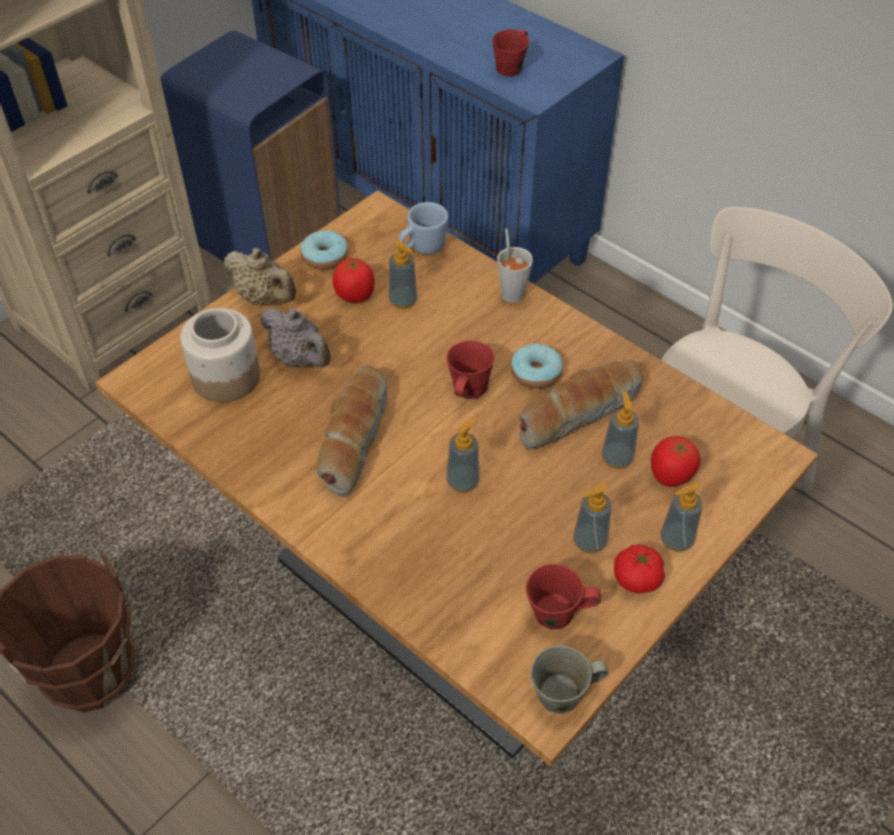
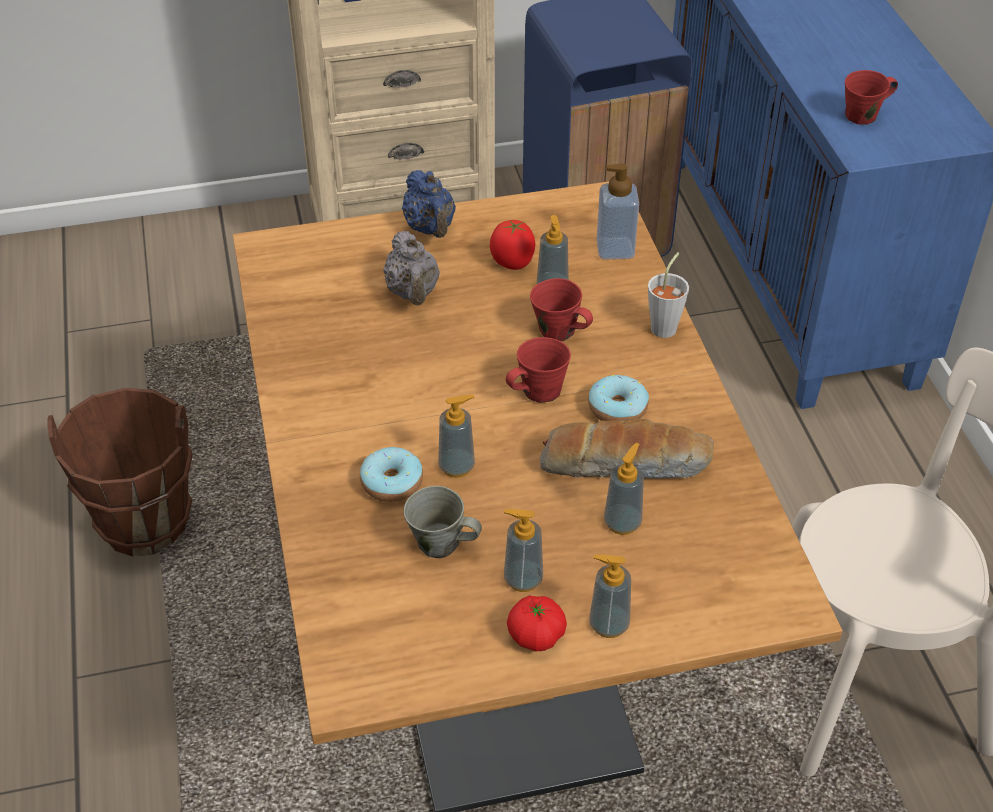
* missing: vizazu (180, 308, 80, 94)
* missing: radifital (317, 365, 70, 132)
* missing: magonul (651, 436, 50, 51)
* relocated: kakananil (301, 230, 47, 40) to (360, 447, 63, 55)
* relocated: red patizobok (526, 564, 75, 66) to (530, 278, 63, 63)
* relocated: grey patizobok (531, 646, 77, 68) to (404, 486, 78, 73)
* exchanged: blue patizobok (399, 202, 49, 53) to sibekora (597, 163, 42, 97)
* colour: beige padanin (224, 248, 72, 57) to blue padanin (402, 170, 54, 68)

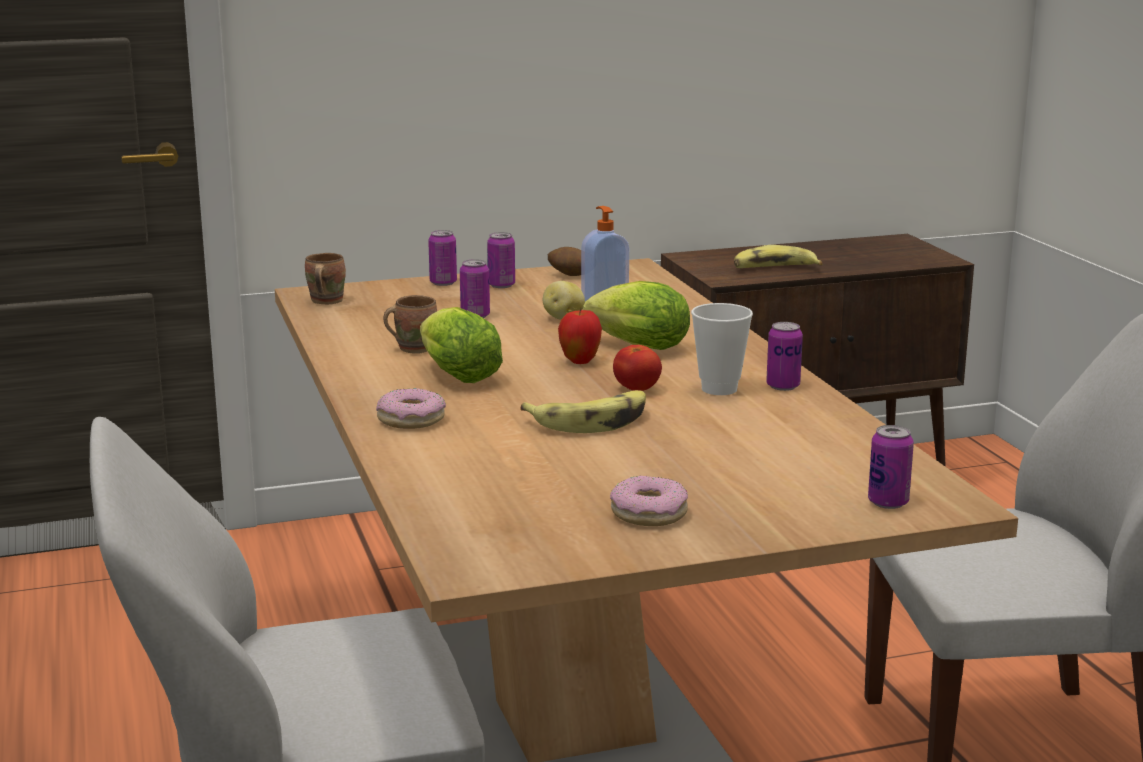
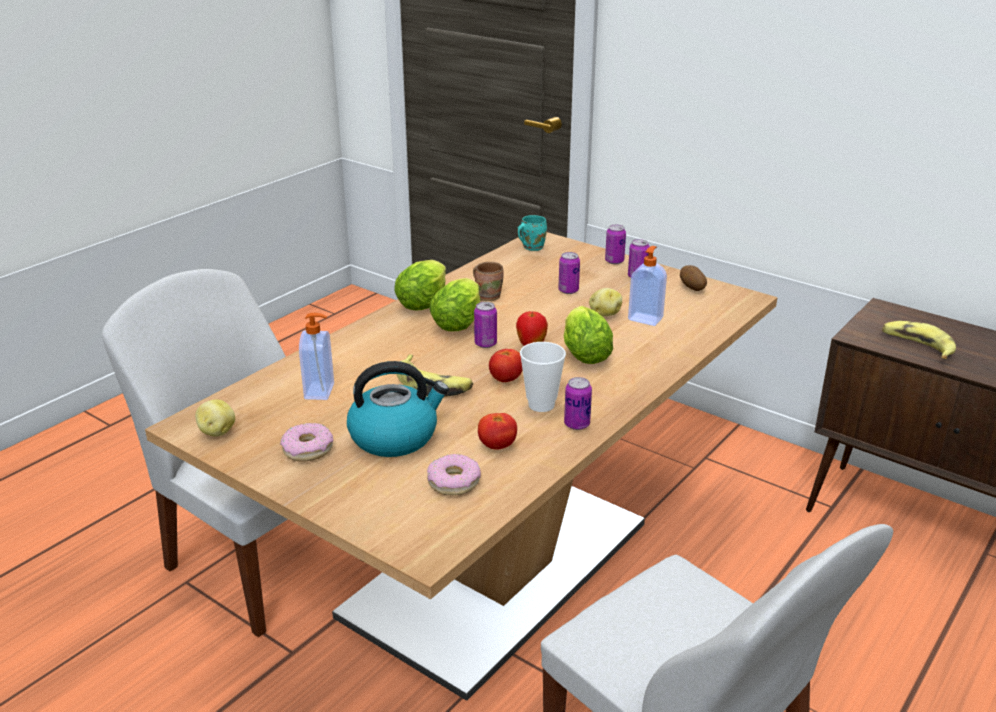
* appeared: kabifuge (195, 399, 40, 38)
* appeared: sibekora (299, 313, 35, 87)
* appeared: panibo (347, 361, 102, 96)
* appeared: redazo (394, 260, 52, 50)
* appeared: magonul (478, 413, 39, 37)
* relocated: kakananil (376, 388, 70, 41) to (427, 454, 54, 41)
* relocated: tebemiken (868, 425, 46, 84) to (474, 302, 23, 46)
* colour: brown patizobok (305, 253, 41, 51) to turquoise patizobok (517, 215, 30, 36)

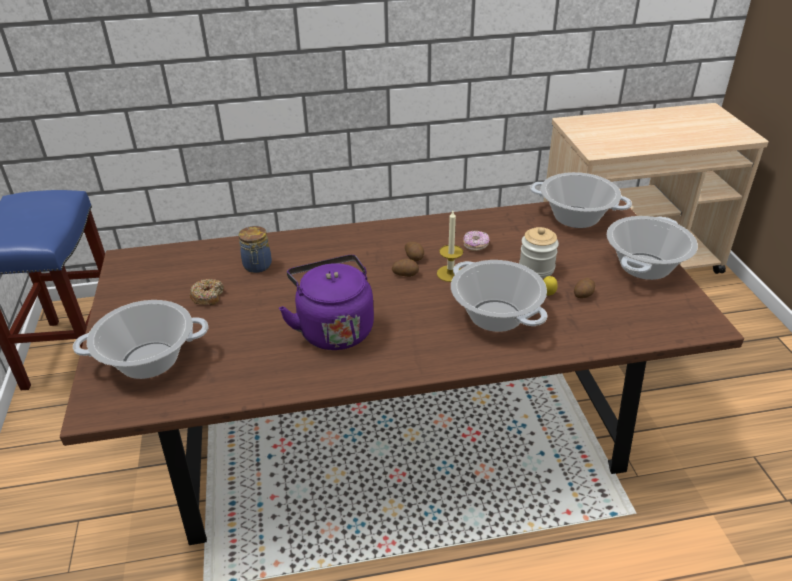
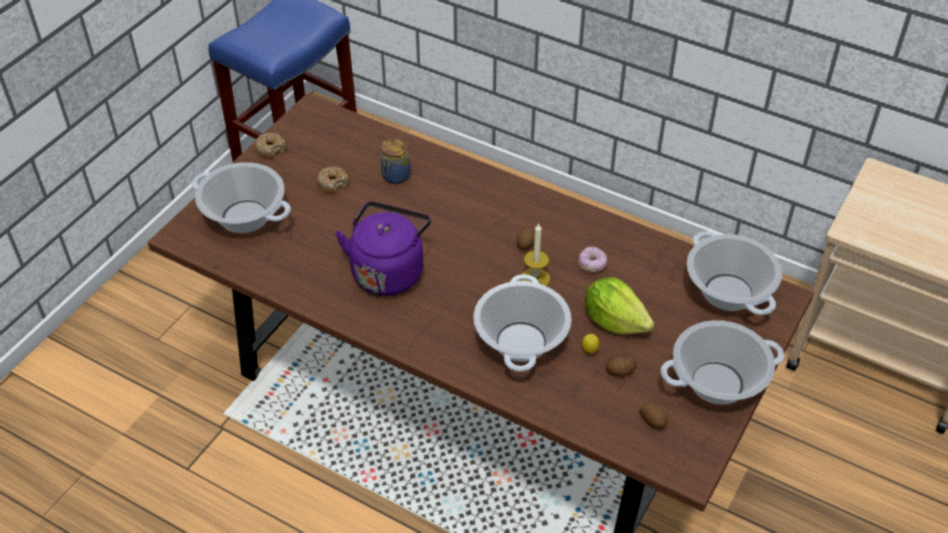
* appeared: kakananil (255, 133, 31, 26)
* relocated: kabifuge (392, 259, 27, 18) to (640, 403, 28, 26)
* exchanged: vizazu (519, 227, 40, 51) to redazo (585, 277, 70, 57)

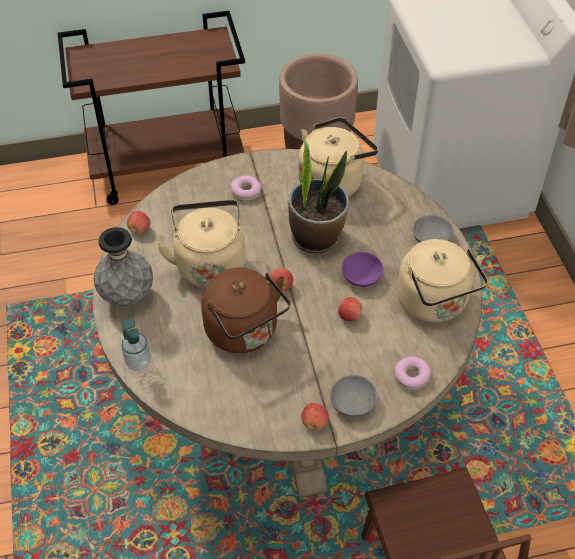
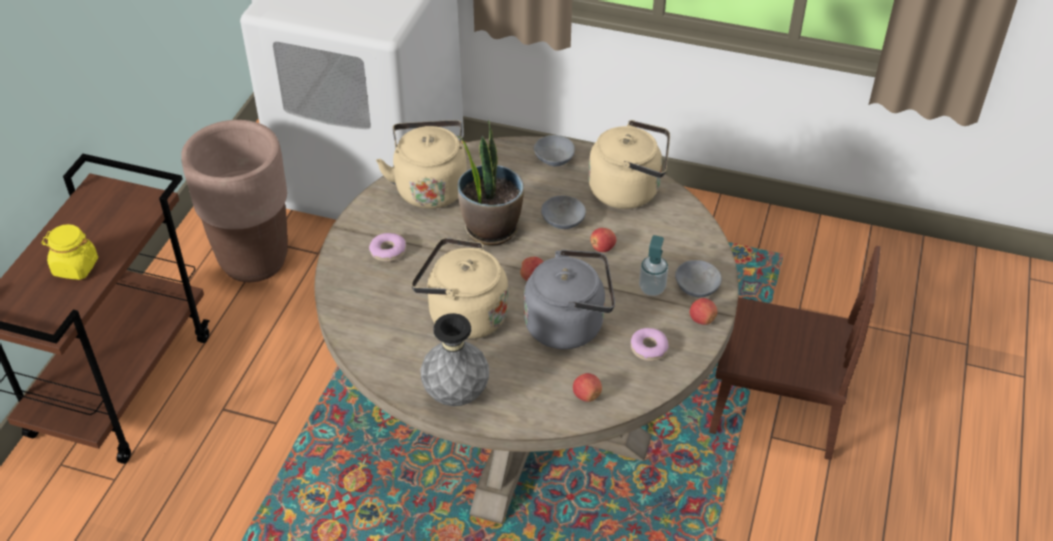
* appeared: yellow vizazu (42, 224, 56, 56)
* relocated: sibekora (121, 317, 30, 54) to (639, 235, 29, 61)
* relocated: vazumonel (127, 211, 23, 23) to (573, 373, 29, 29)
* relocated: kakananil (394, 357, 37, 33) to (631, 328, 37, 33)
* colour: brown panibo (201, 268, 89, 85) to grey panibo (524, 250, 91, 99)
* colour: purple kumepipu (342, 252, 42, 35) to grey kumepipu (541, 195, 45, 34)

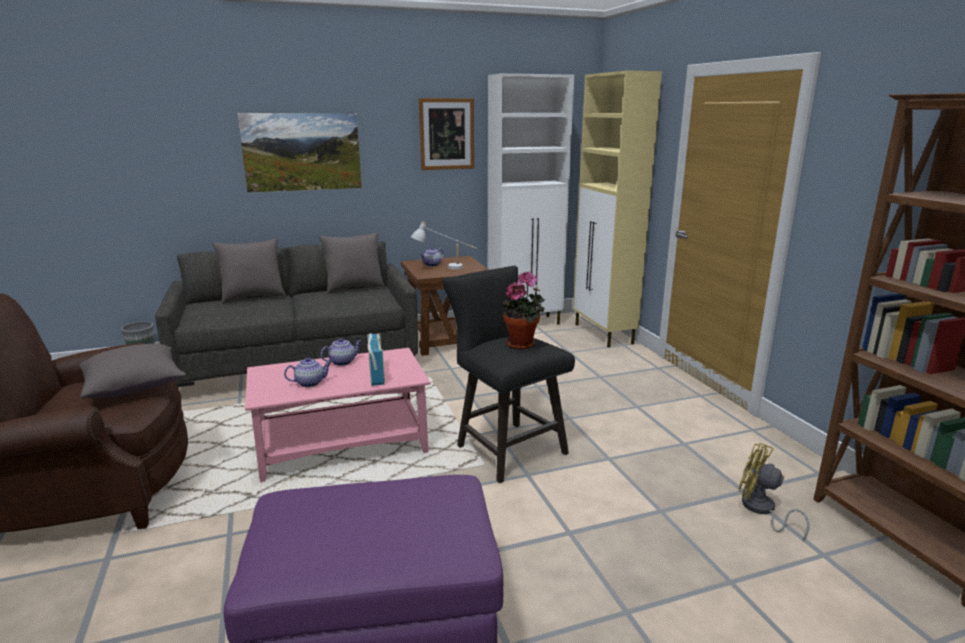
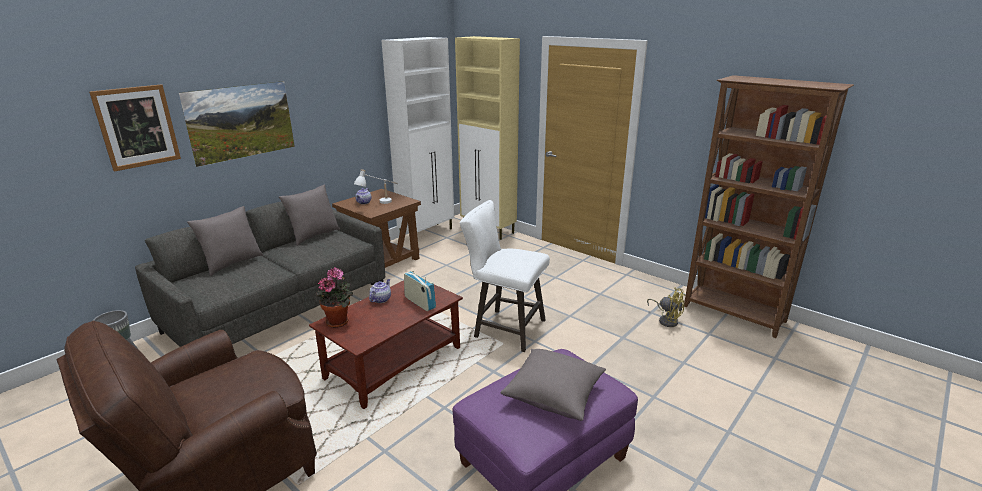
* missing: padanin (284, 357, 48, 30)
* relocated: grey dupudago (79, 344, 107, 55) to (501, 349, 105, 72)
* relocated: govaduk (419, 98, 55, 72) to (89, 84, 92, 88)
* relocated: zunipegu (502, 272, 43, 77) to (316, 268, 37, 60)
* colour: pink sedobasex (245, 348, 185, 134) to brown sedobasex (309, 281, 154, 128)
* colour: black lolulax (442, 266, 133, 217) to white lolulax (460, 200, 90, 152)
* spun: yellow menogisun (739, 443, 71, 97) = (647, 287, 38, 40) 150 degrees counterclockwise

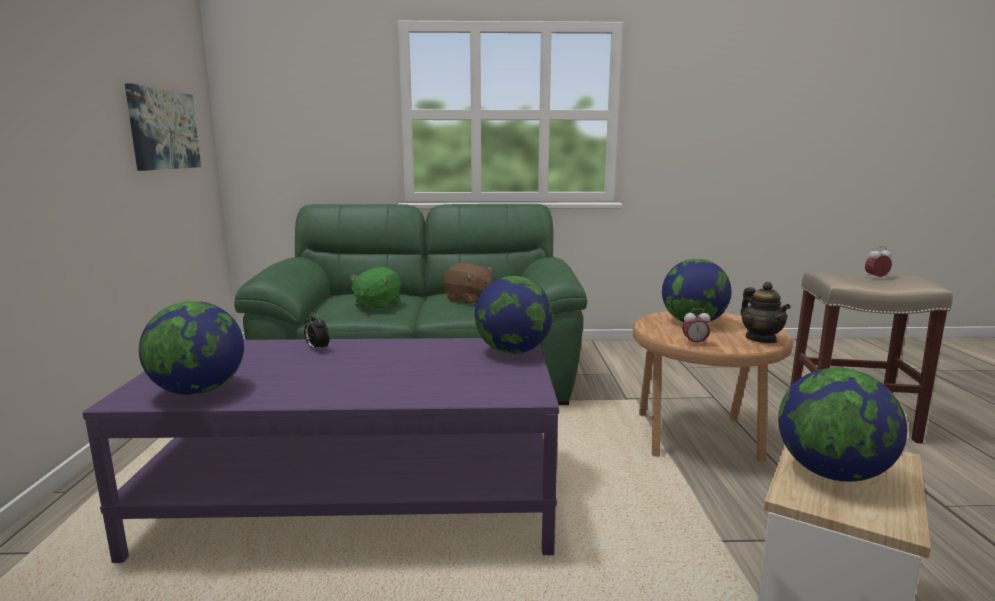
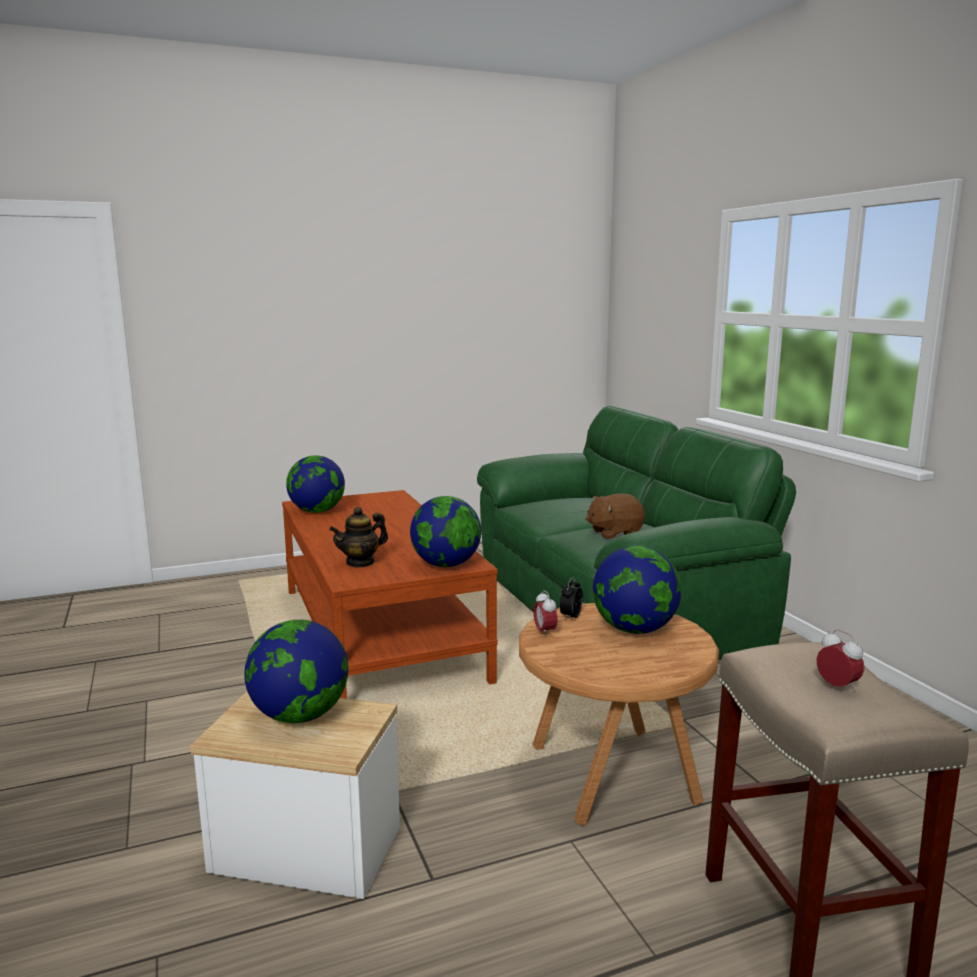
* missing: govaduk (125, 83, 76, 88)
* missing: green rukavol (350, 267, 51, 43)
* relocated: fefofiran (304, 312, 25, 39) to (560, 577, 23, 42)
* relocated: padanin (741, 282, 50, 61) to (329, 507, 59, 61)
* colour: purple sedobasex (82, 338, 477, 225) to brown sedobasex (282, 490, 216, 209)
* spun: brown rukavol (443, 263, 50, 41) = (585, 493, 60, 46) 60 degrees clockwise

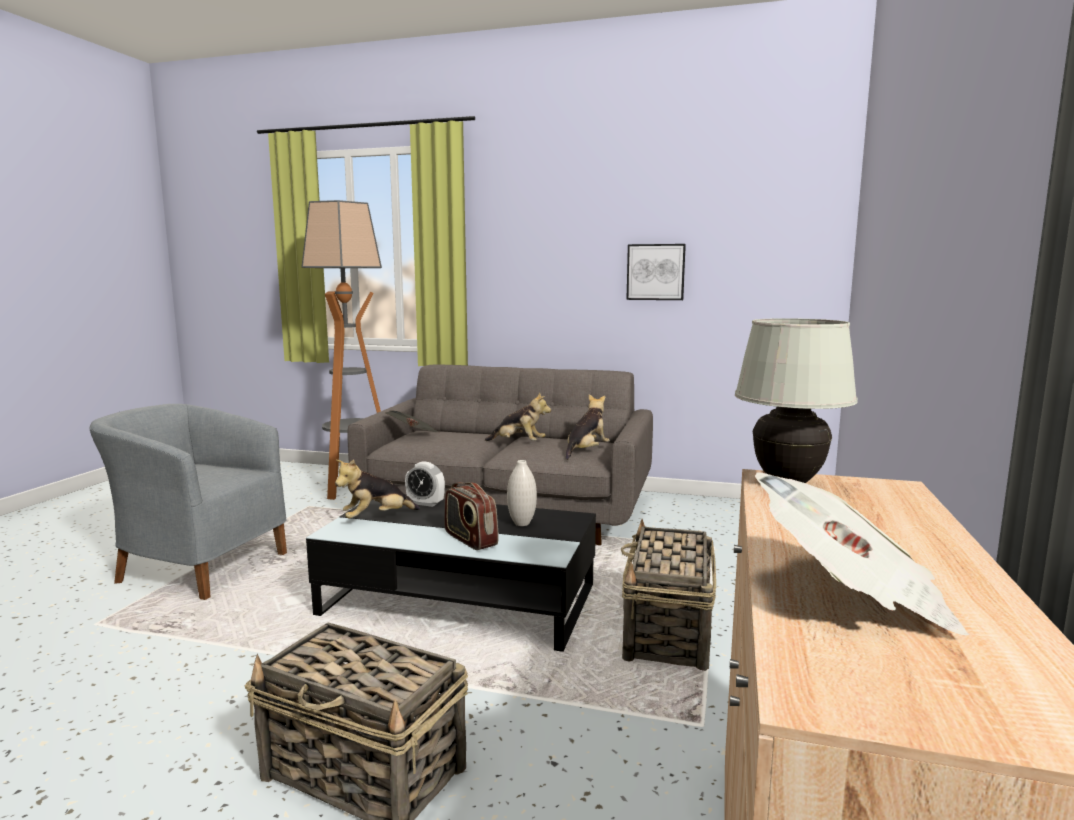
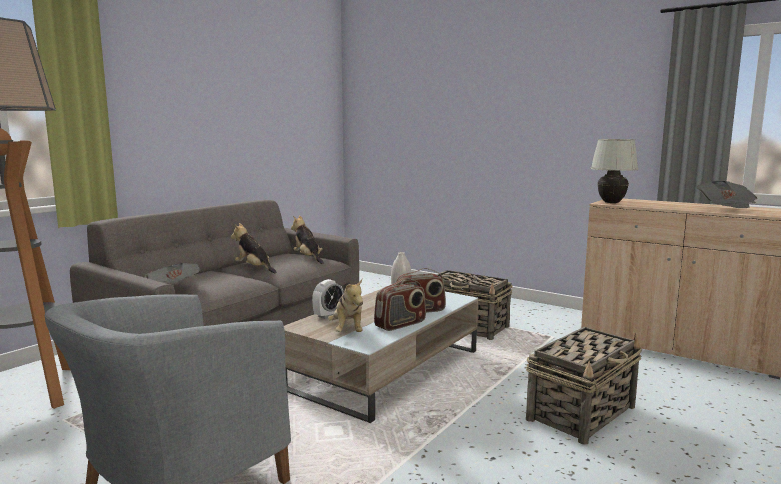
* missing: govaduk (626, 244, 60, 56)
* appeared: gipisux (374, 278, 52, 53)
* colour: black sedobasex (306, 499, 290, 153) to beige sedobasex (284, 288, 194, 135)
* spun: rukavol (485, 392, 66, 49) = (231, 223, 46, 51) 90 degrees counterclockwise

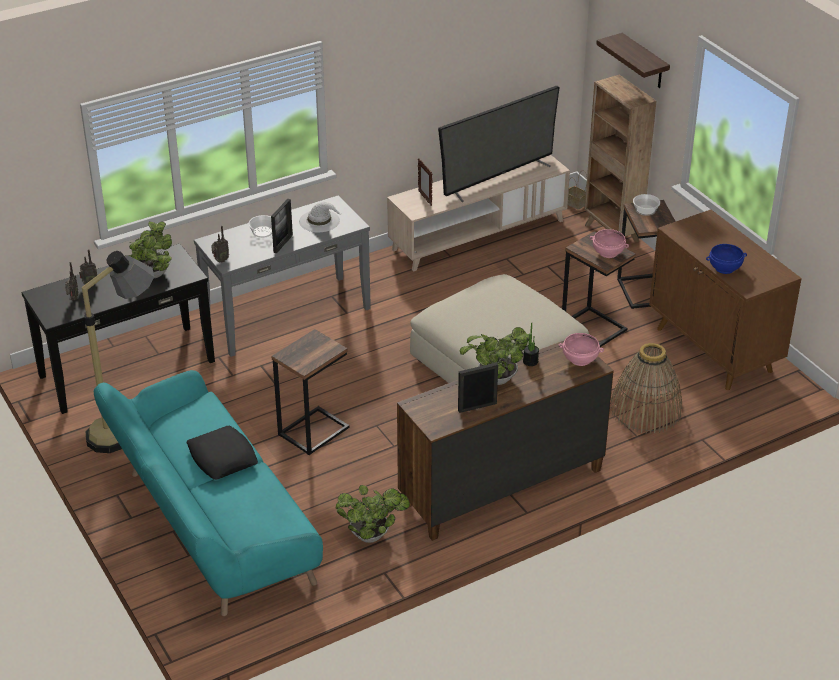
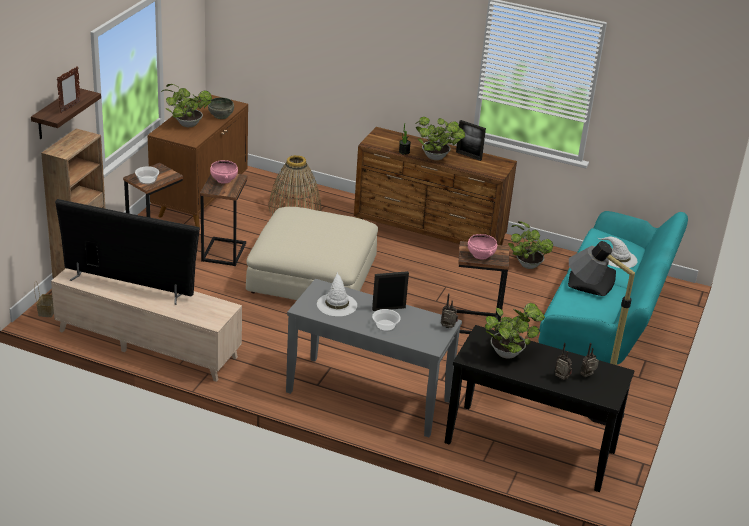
* appeared: zunipegu (160, 84, 52, 43)
* appeared: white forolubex (598, 237, 39, 31)
* relocated: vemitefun (418, 158, 14, 48) to (57, 66, 24, 47)
* relocated: pink kumepipu (558, 333, 46, 33) to (468, 234, 29, 26)
* colour: blue kumepipu (706, 244, 41, 30) to grey kumepipu (208, 97, 26, 22)

